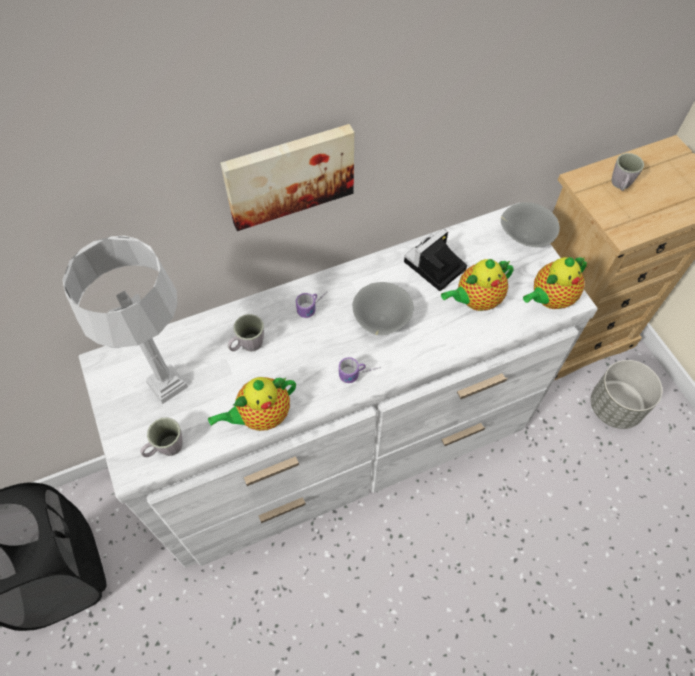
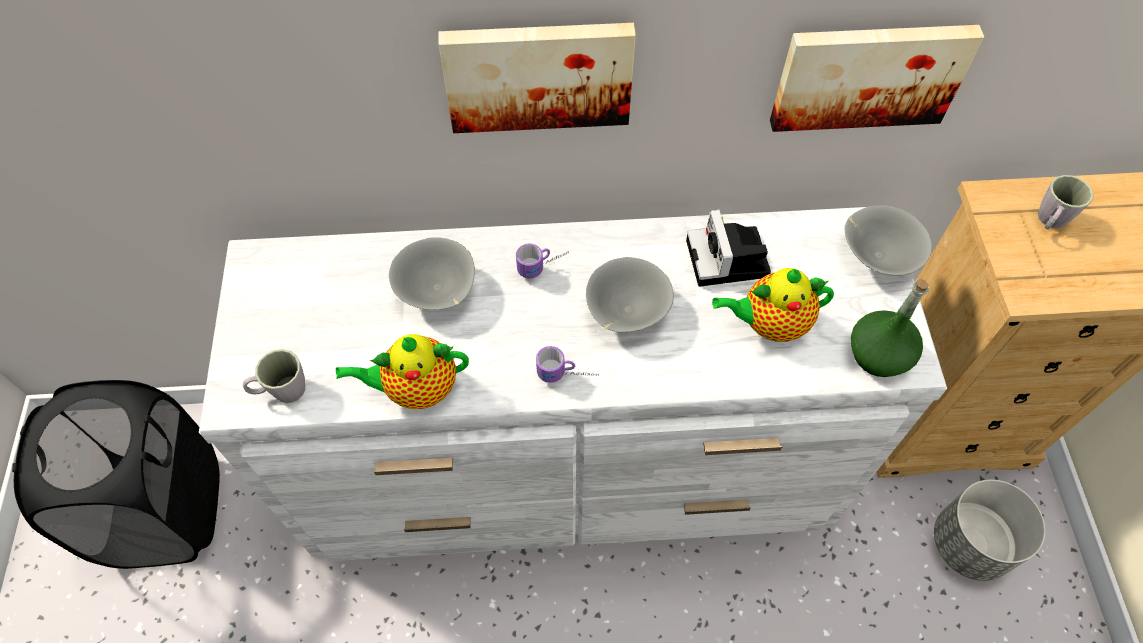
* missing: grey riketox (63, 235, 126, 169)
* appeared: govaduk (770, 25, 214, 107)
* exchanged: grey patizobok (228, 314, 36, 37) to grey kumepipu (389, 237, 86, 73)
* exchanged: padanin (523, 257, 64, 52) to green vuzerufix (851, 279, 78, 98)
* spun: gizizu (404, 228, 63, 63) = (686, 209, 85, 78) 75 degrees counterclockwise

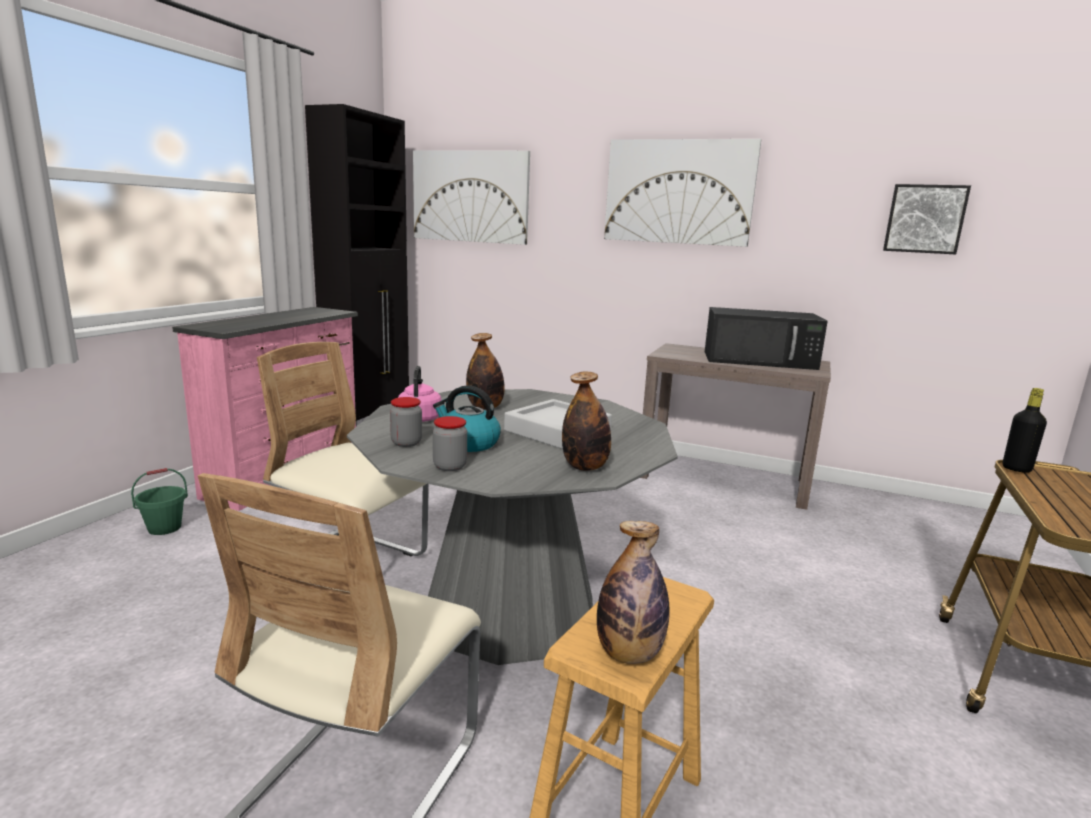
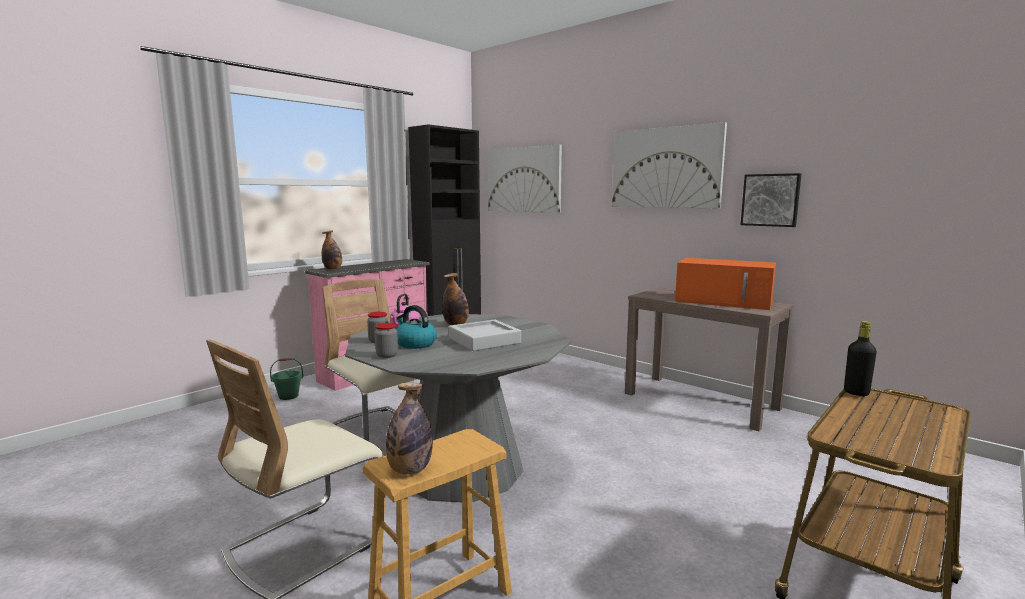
* relocated: vuzerufix (562, 371, 49, 100) to (322, 231, 20, 38)
* relocated: govaduk (883, 184, 88, 70) to (741, 173, 60, 54)
* colour: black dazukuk (705, 307, 123, 63) to orange dazukuk (675, 258, 101, 52)

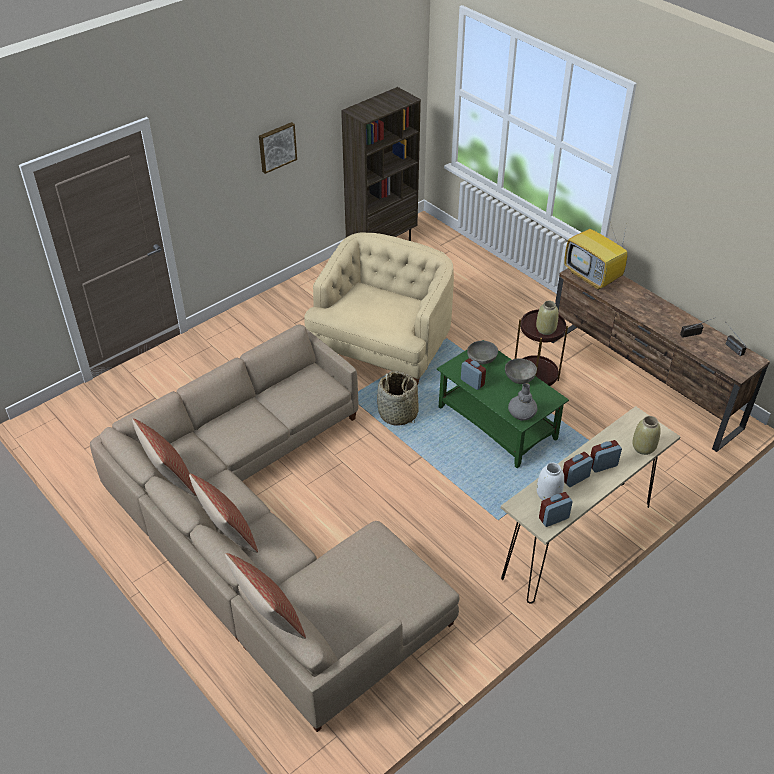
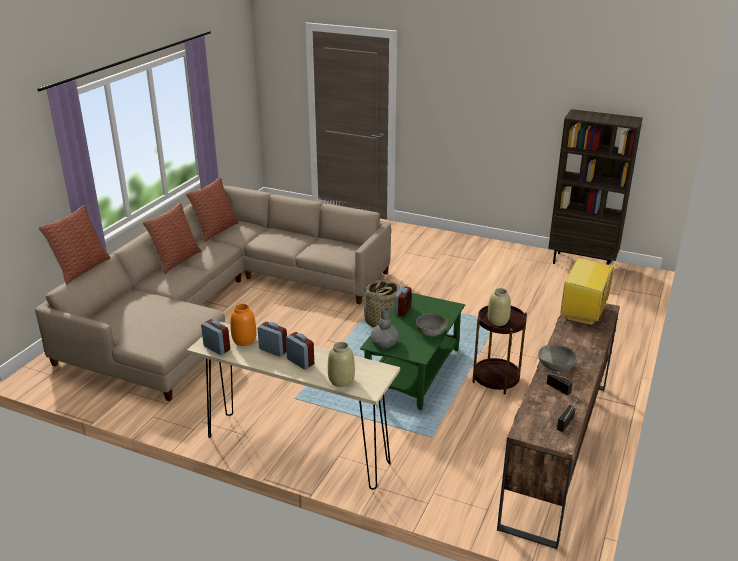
* missing: govaduk (259, 122, 38, 52)
* missing: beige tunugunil (304, 232, 150, 153)
* relocated: grey kumepipu (467, 341, 31, 24) to (538, 345, 40, 27)
* colour: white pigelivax (537, 463, 27, 37) to orange pigelivax (230, 304, 26, 42)

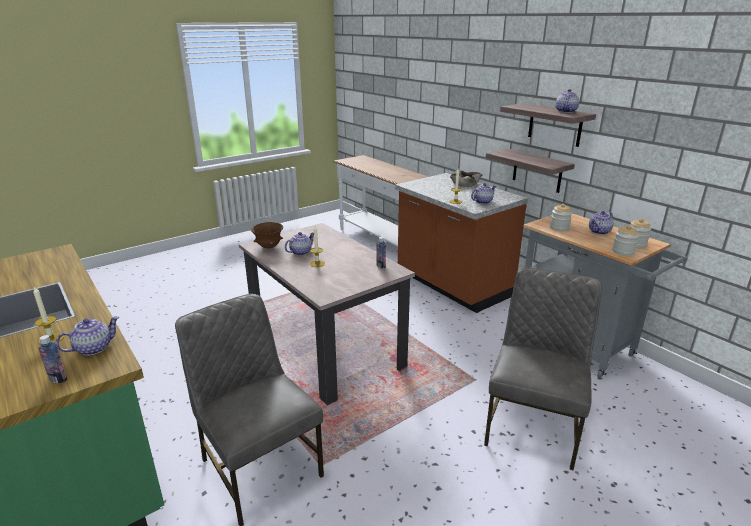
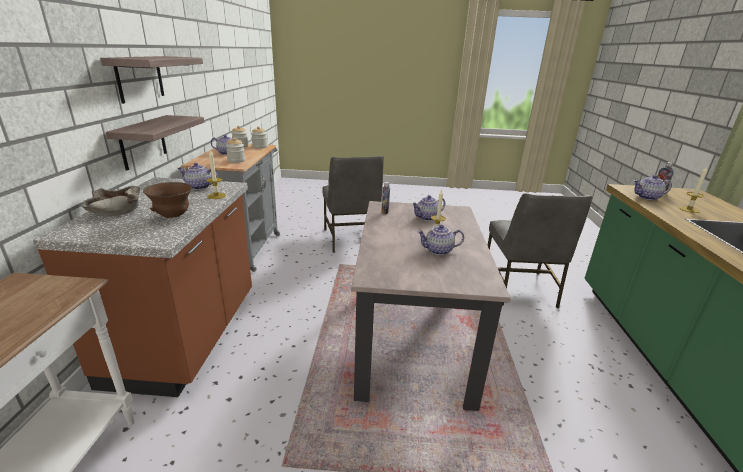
* relocated: brown kumepipu (251, 222, 32, 26) to (143, 182, 49, 36)
* relocated: padanin (556, 89, 23, 24) to (412, 195, 33, 26)
* spun: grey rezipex (484, 268, 118, 202) = (322, 156, 62, 97) 75 degrees counterclockwise

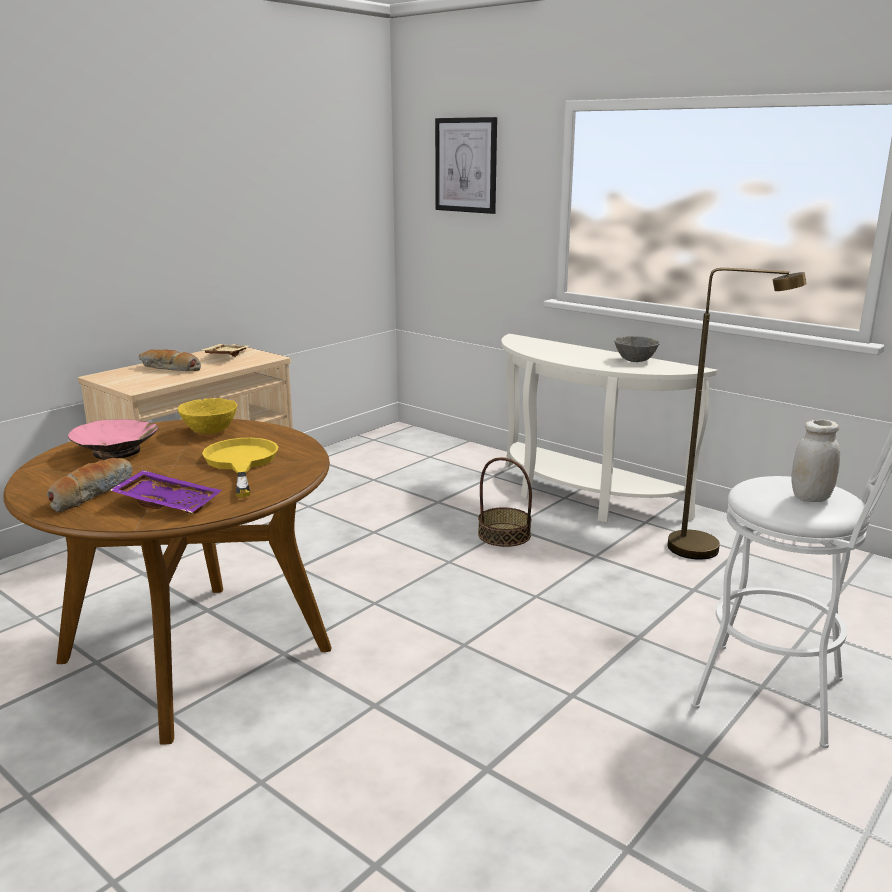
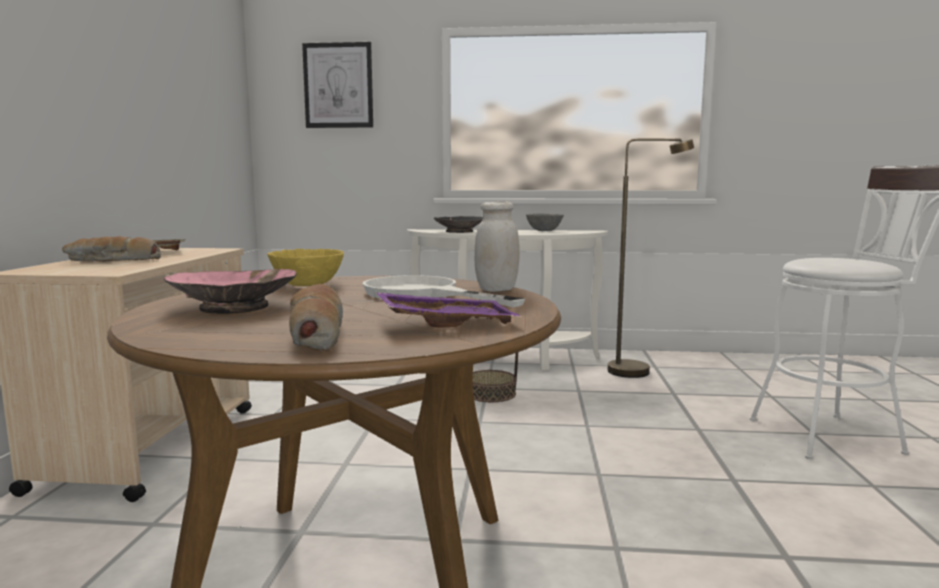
* appeared: black kumepipu (434, 216, 49, 17)
* relocated: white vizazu (791, 420, 49, 82) to (475, 201, 45, 91)
* colour: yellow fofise (202, 438, 76, 59) to white fofise (362, 275, 163, 32)

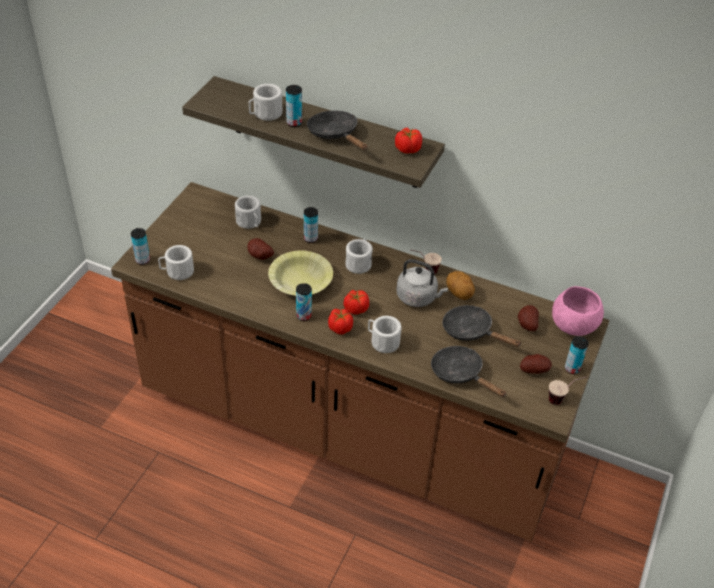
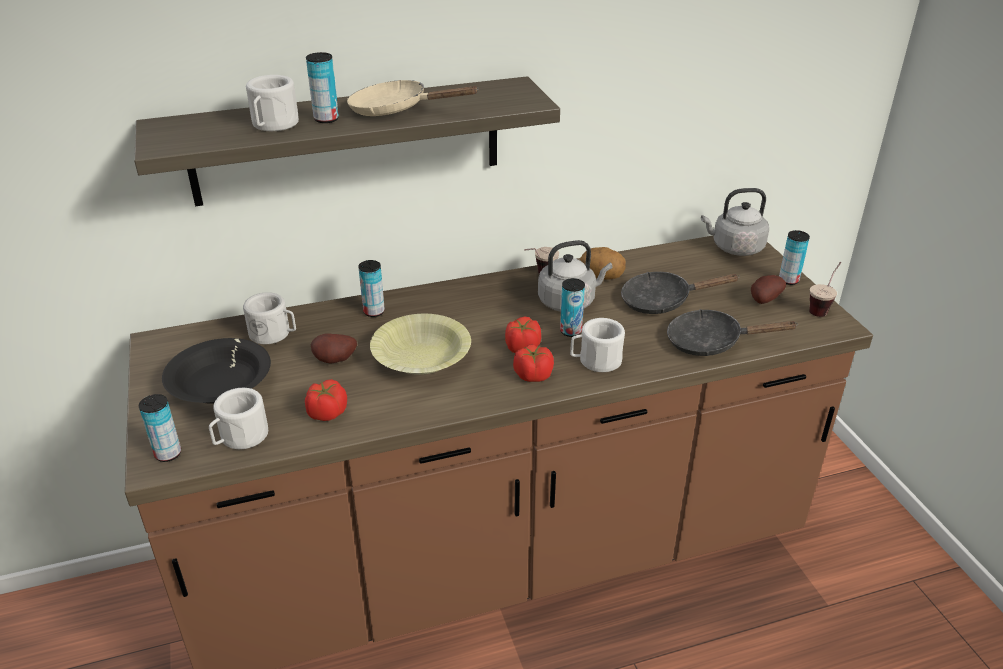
* missing: white patizobok (345, 239, 28, 35)
* missing: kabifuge (518, 305, 21, 26)
* appeared: black kumepipu (162, 338, 109, 66)
* relocated: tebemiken (296, 283, 16, 38) to (560, 278, 25, 59)
* relocated: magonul (395, 128, 27, 26) to (305, 379, 42, 42)
* exchanged: pink kumepipu (552, 286, 52, 50) to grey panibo (701, 188, 68, 68)
* colour: black fofise (307, 111, 61, 39) to beige fofise (347, 80, 131, 36)

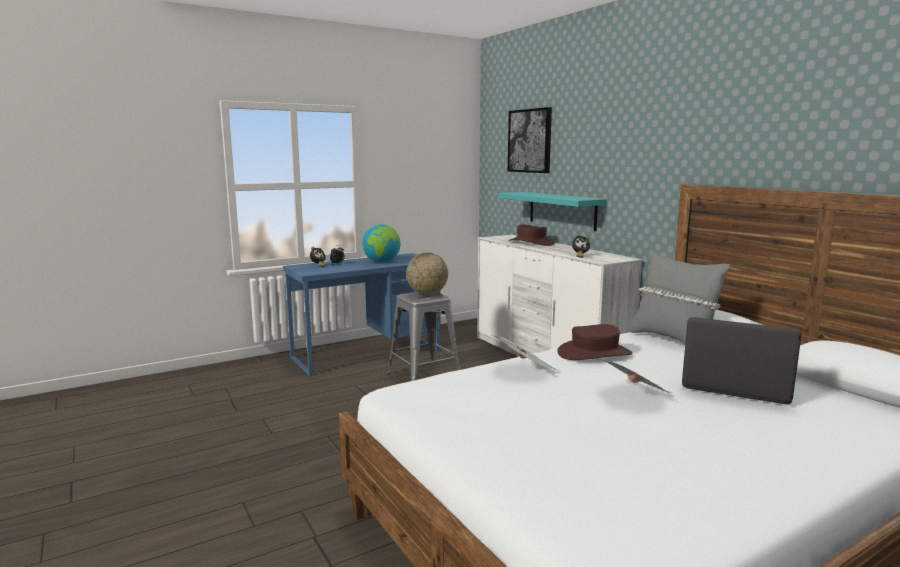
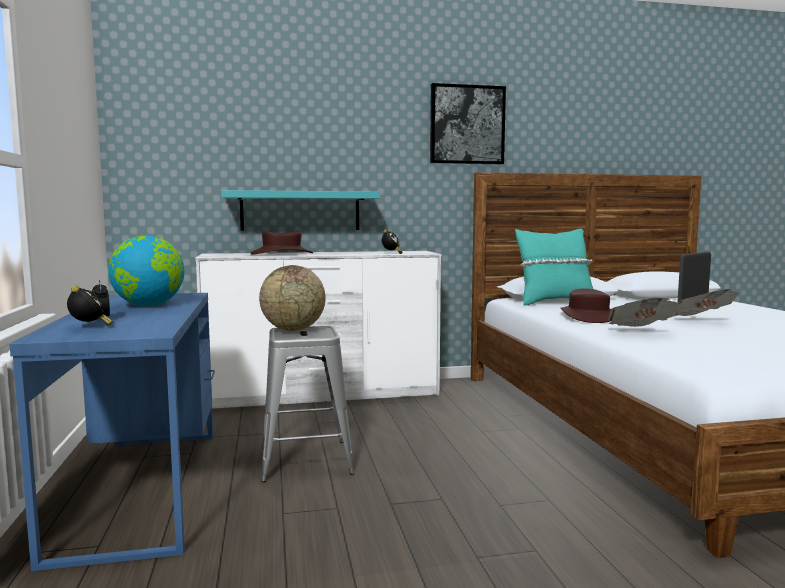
* relocated: govaduk (508, 107, 44, 66) to (430, 83, 76, 81)
* colour: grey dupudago (629, 252, 101, 91) to turquoise dupudago (515, 229, 78, 76)

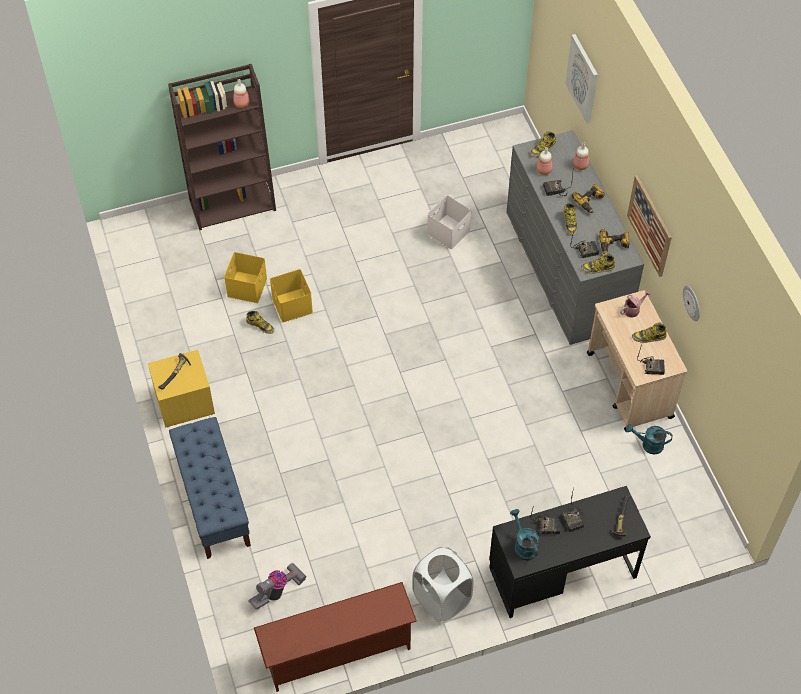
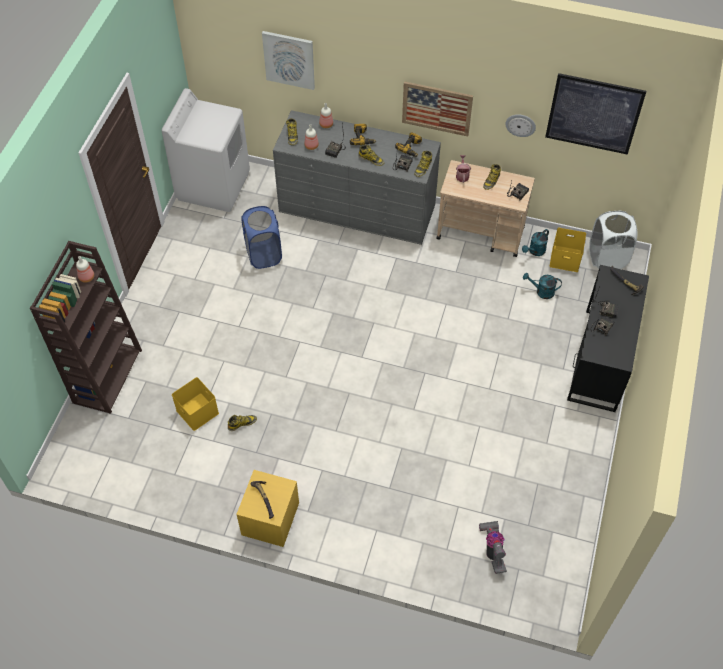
* missing: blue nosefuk (169, 417, 82, 142)
* missing: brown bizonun (254, 582, 163, 110)
* appeared: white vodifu (162, 88, 88, 124)
* appeared: govaduk (545, 73, 101, 82)
* relocated: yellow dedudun (270, 269, 43, 54) to (550, 228, 36, 44)
* relocated: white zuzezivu (412, 547, 62, 76) to (589, 210, 48, 59)
* relocated: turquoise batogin (510, 509, 29, 51) to (523, 273, 39, 26)
* exchanged: white dedudun (427, 195, 44, 55) to blue zuzezivu (241, 206, 41, 63)

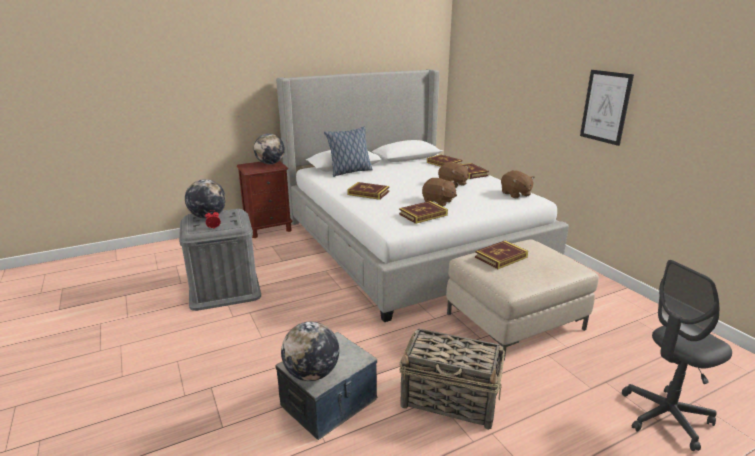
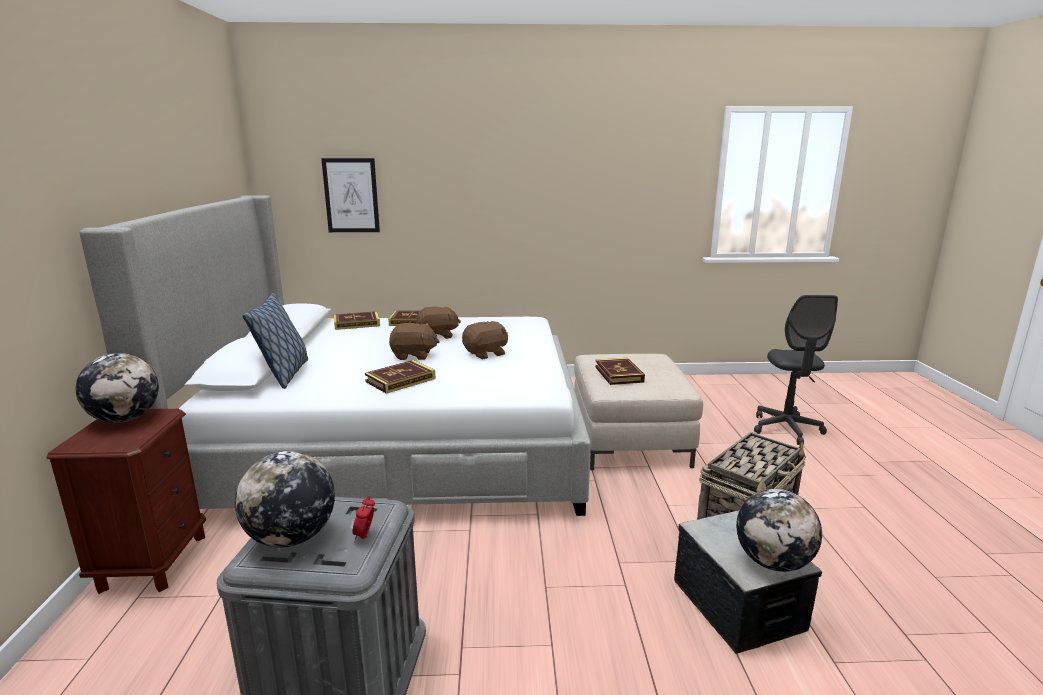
* missing: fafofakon (399, 201, 49, 23)
* relocated: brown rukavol (501, 170, 34, 28) to (389, 323, 51, 37)
* relocated: govaduk (580, 70, 54, 76) to (321, 158, 59, 74)

